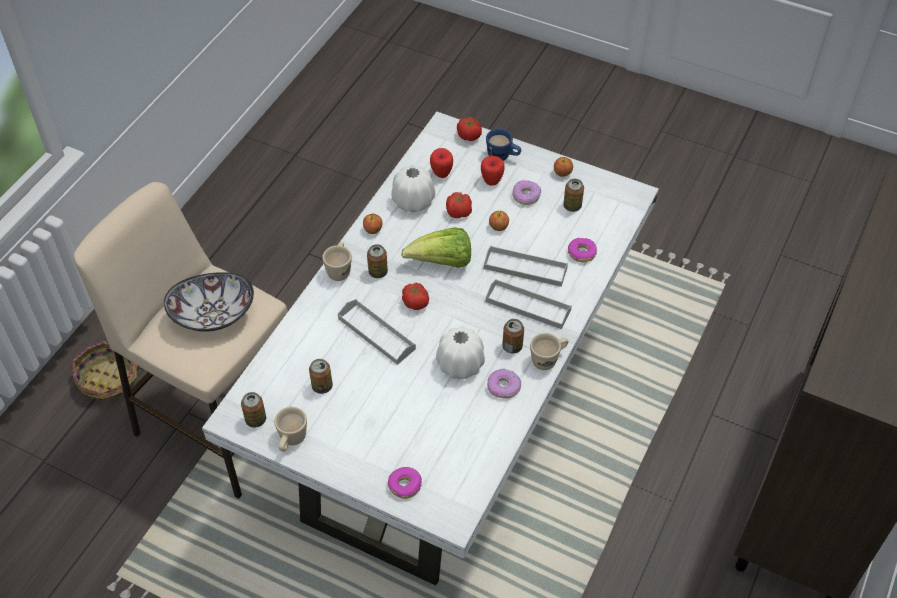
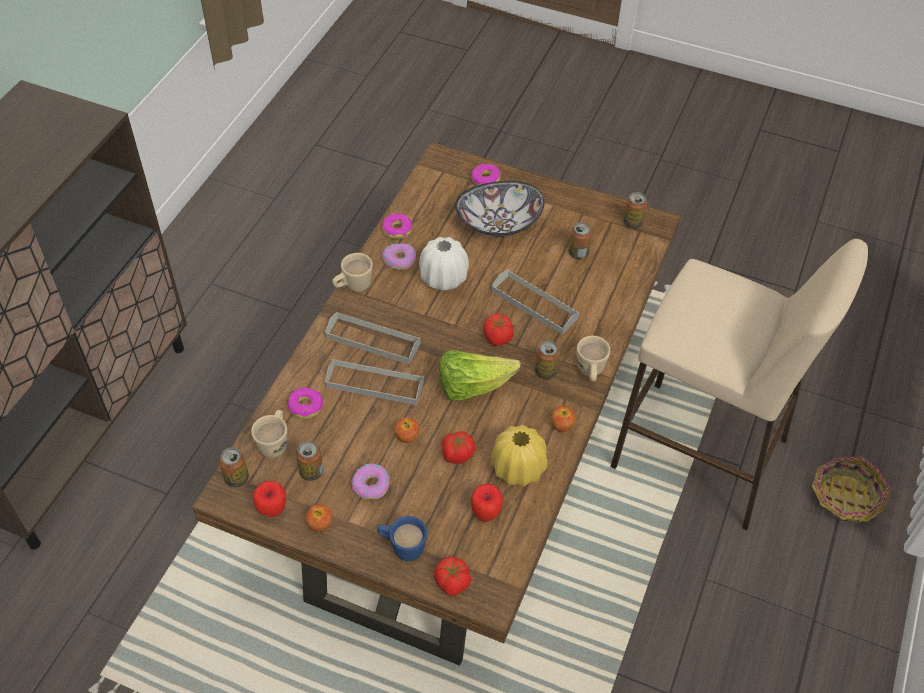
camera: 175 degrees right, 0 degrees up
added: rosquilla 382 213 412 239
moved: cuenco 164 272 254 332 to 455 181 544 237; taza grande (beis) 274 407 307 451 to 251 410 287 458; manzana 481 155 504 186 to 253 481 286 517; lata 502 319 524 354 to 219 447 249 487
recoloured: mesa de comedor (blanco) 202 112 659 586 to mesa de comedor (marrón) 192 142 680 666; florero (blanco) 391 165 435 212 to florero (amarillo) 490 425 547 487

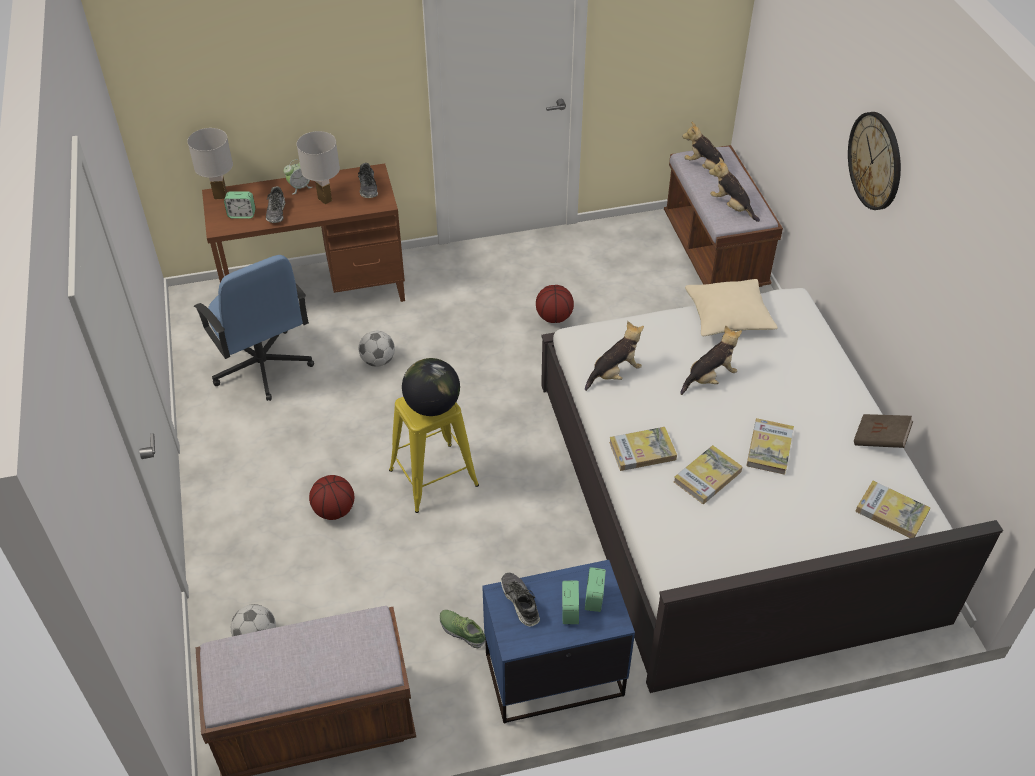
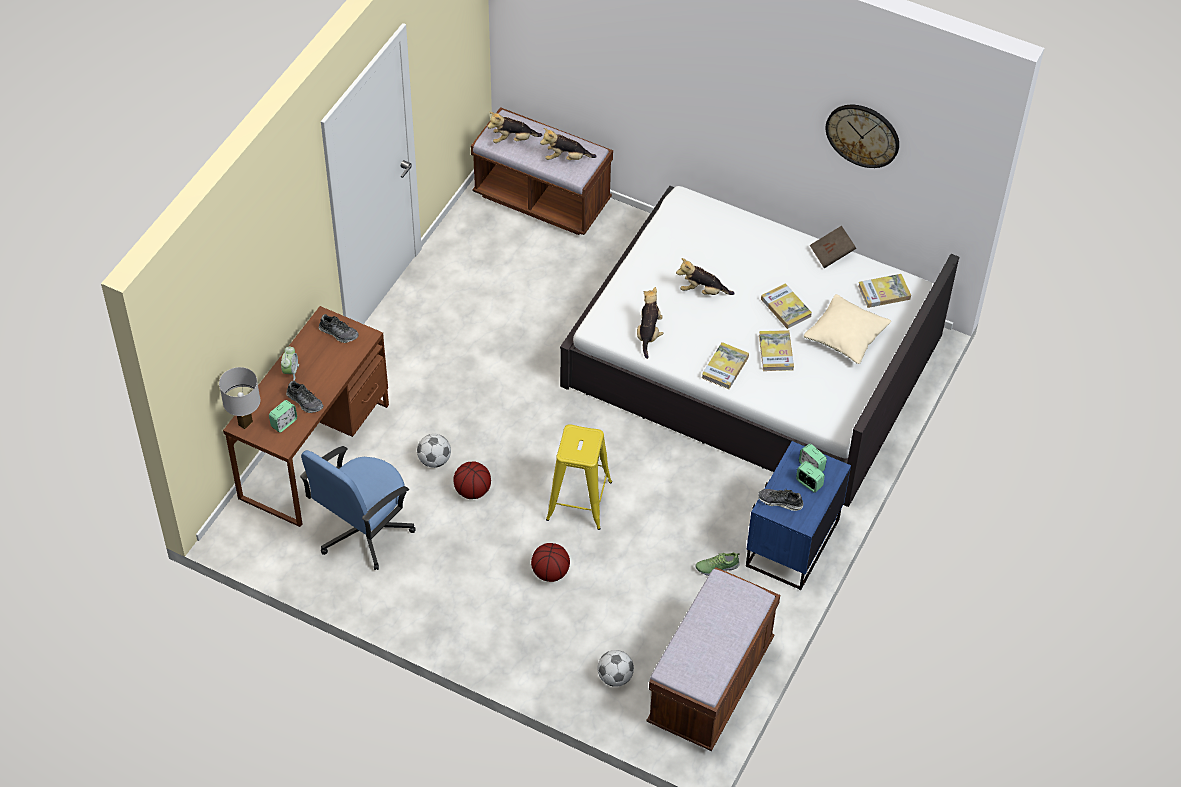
camera: 50 degrees left, 5 degrees up
removed: lámpara de mesa (blanco) 297 131 340 204; globo terráqueo 402 358 460 416
moved: balón de baloncesto 536 285 574 323 to 453 461 491 499; cojín (beis) 685 279 778 336 to 804 294 891 364; reloj de pared 848 112 901 210 to 826 105 899 168
turned: silla de oficina (azul) 194 255 314 401 = 300 446 416 570 120 degrees clockwise; peluche 680 325 742 395 = 676 258 735 295 90 degrees counterclockwise

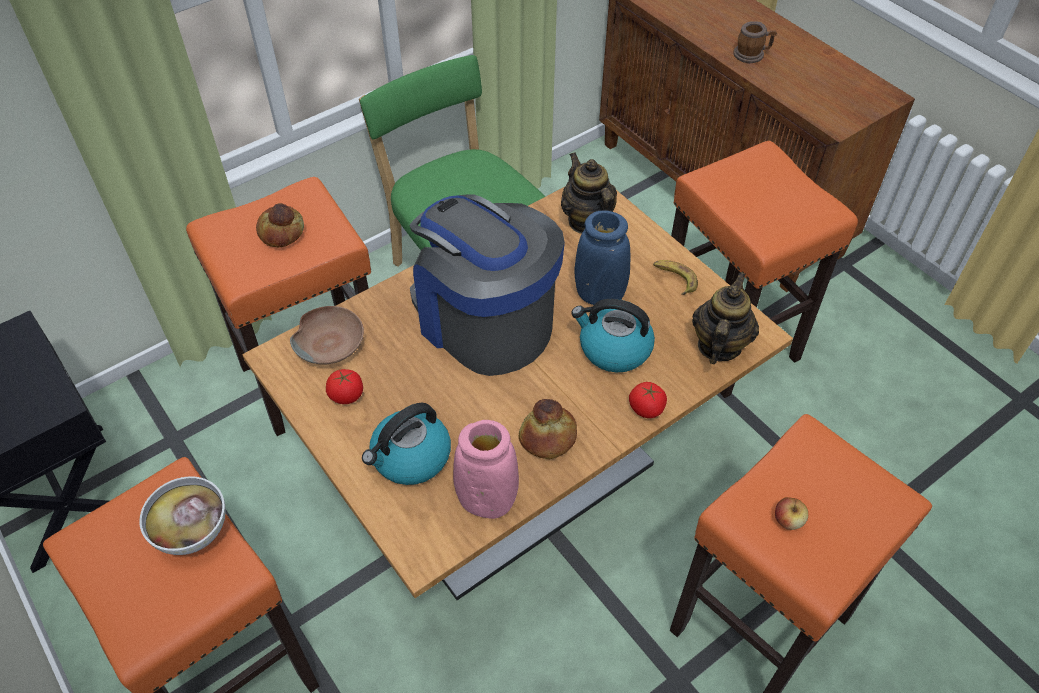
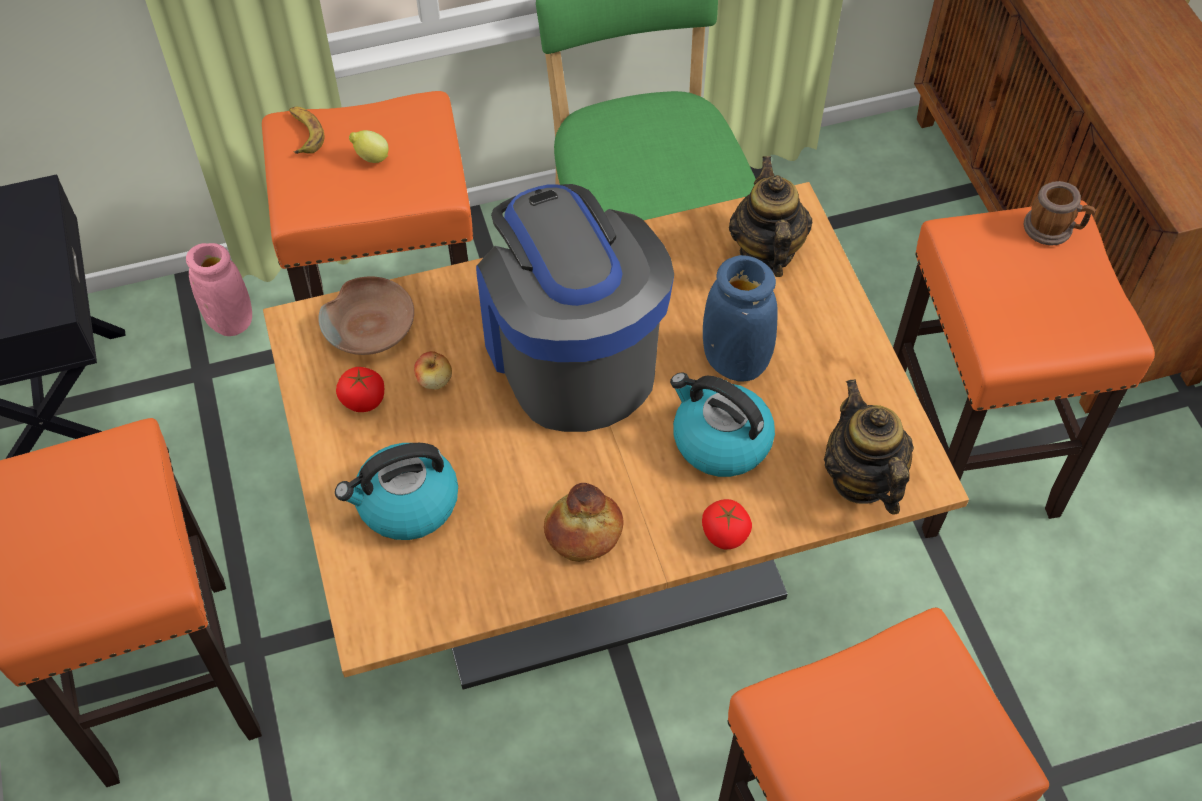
camera: 20 degrees right, 5 degrees up
removed: cuenco 139 476 226 555
moved: florero (rosa) 453 420 519 519 to 186 243 252 336; plátano 653 260 698 295 to 289 107 325 154; taza grande 733 21 777 63 to 1024 181 1096 245; manzana 775 497 808 530 to 414 351 452 390
replaced: pan 256 203 304 247 to limón 349 130 389 163
turned: tetera 692 272 759 364 = 824 380 914 515 60 degrees counterclockwise

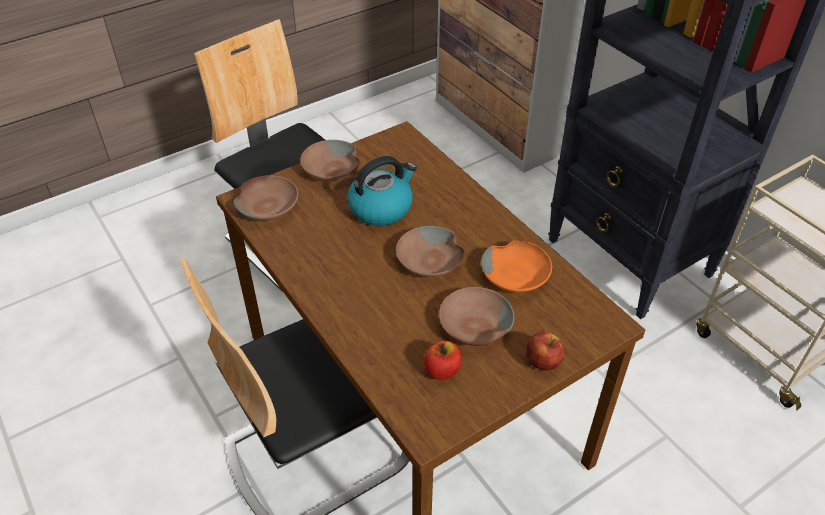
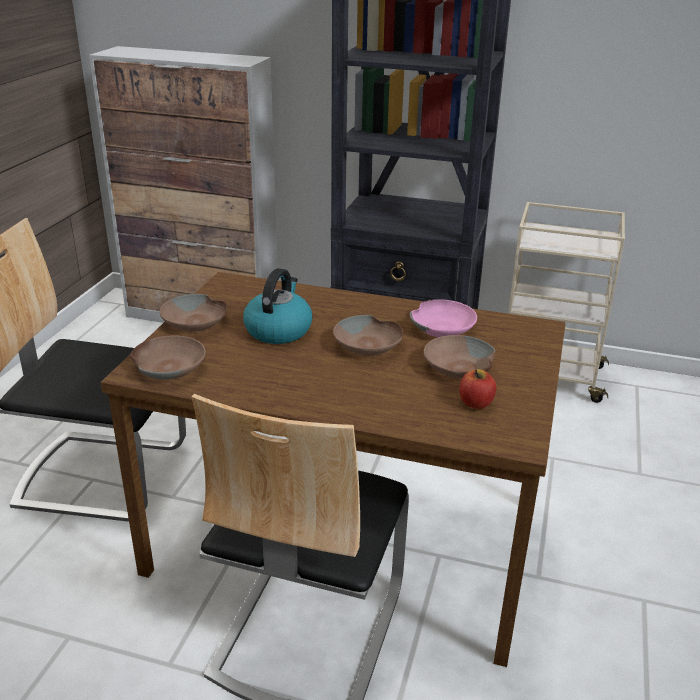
camera: 40 degrees left, 15 degrees down
removed: manzana 526 331 565 371
recoloured: cuenco (naranja) 481 240 552 292 to cuenco (rosa) 409 299 477 337

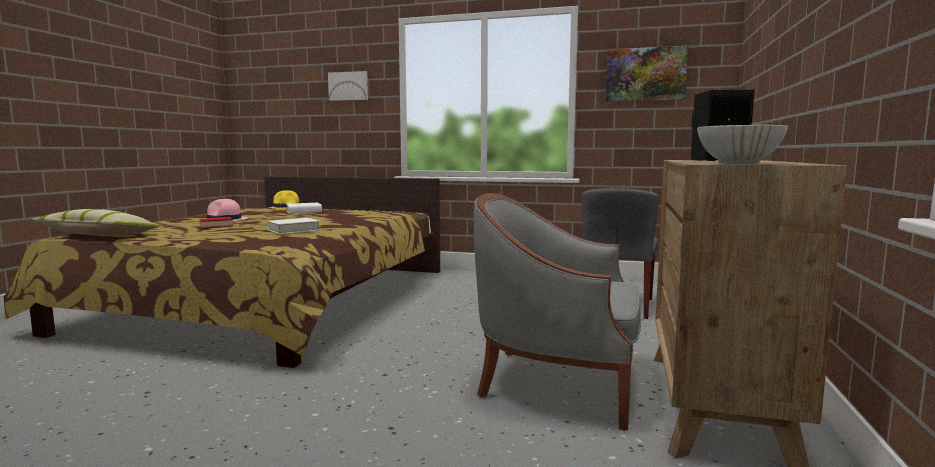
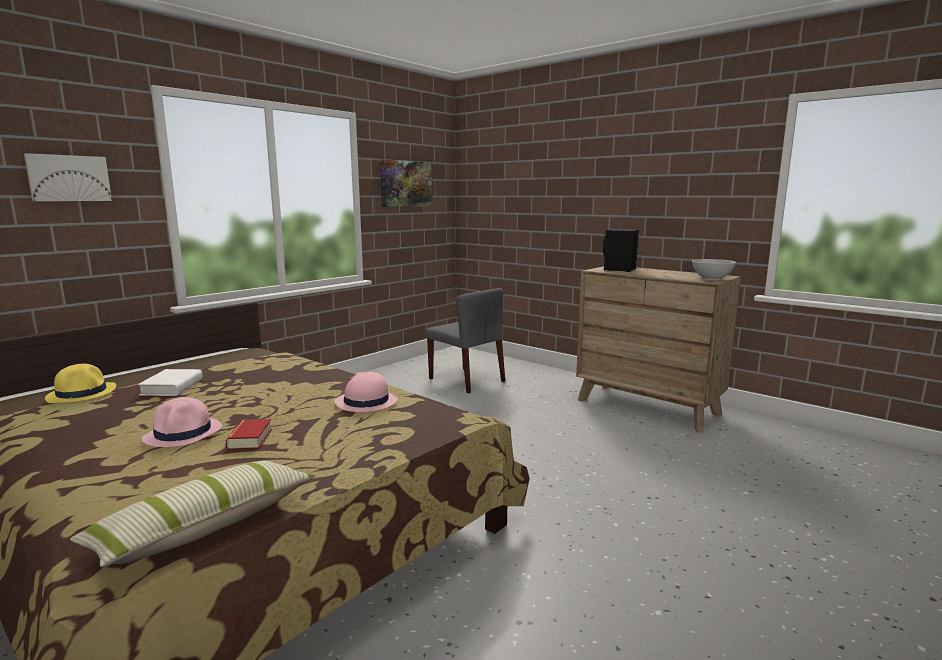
camera: 65 degrees left, 5 degrees up
removed: sillón (gris) 474 193 641 431
replaced: libro (blanco) 267 218 320 234 to sombrero (rosa) 334 372 397 412

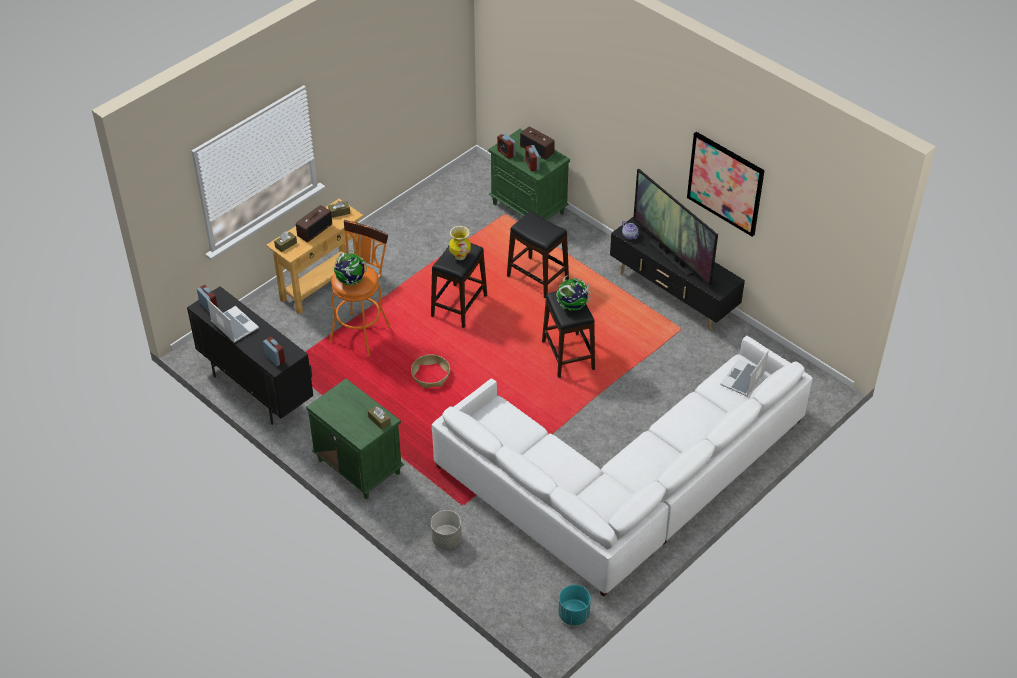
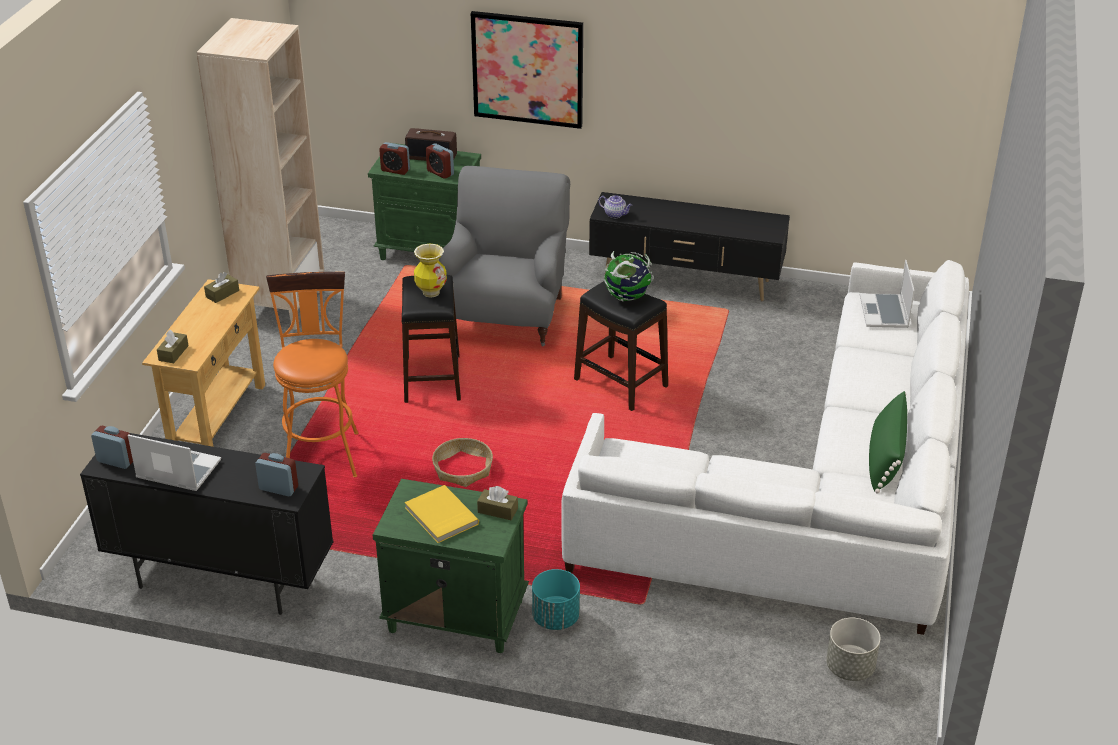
camera: 30 degrees left, 10 degrees down
removed: radio 296 205 332 242; globo terráqueo 334 250 367 285; televisor 633 168 718 285
added: estantería (beis) 196 18 324 330; libro (amarillo) 405 485 479 543; cojín (verde) 869 391 907 494
moved: maceta (gris) 431 510 462 549 to 826 618 880 681; maceta (turquesa) 558 585 591 625 to 532 569 580 630; cuadro 687 132 765 237 to 471 11 583 129
replaced: taburete (negro) 507 211 569 299 to sillón (gris) 439 166 570 346

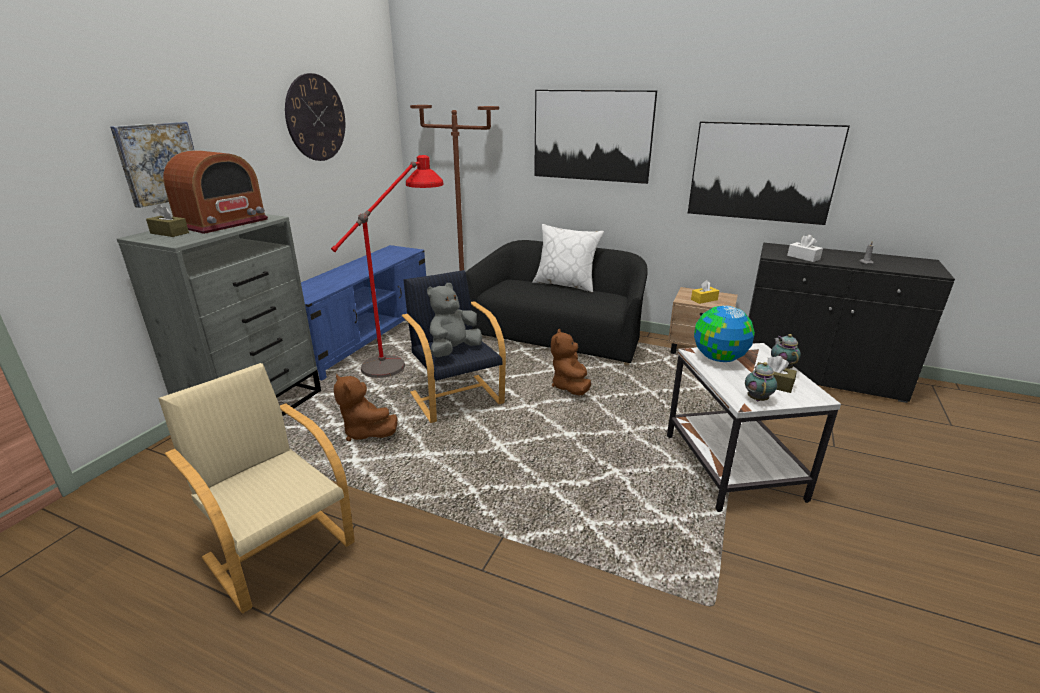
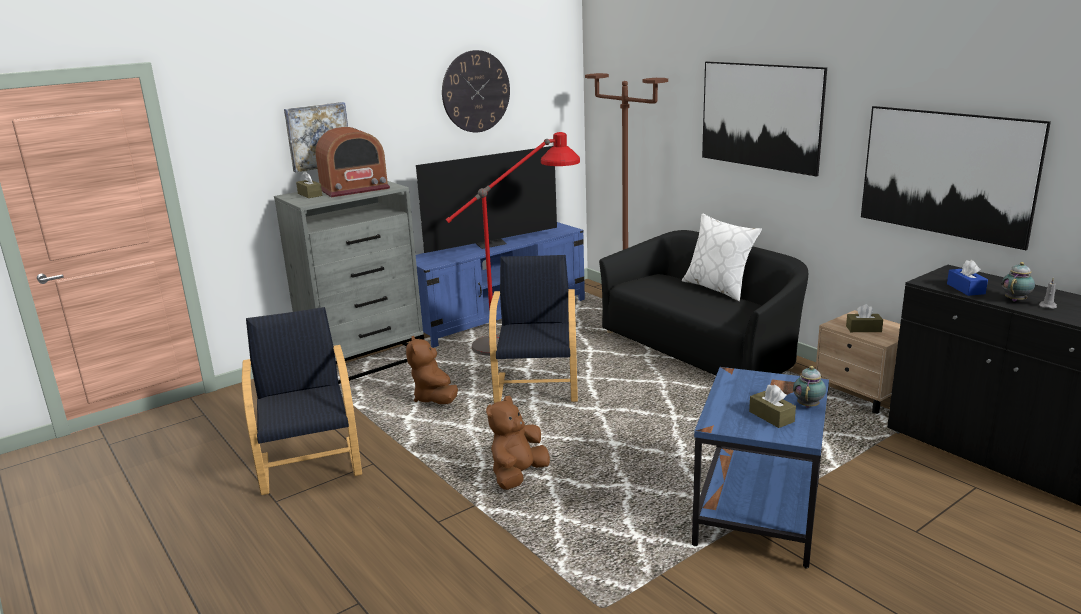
camera: 30 degrees right, 5 degrees down
removed: peluche (gris) 427 283 482 357; globo terráqueo 694 306 755 362
added: televisor 416 146 557 253
moved: peluche (marrón) 551 329 591 395 to 486 396 550 490; tetera 745 362 777 401 to 1002 262 1035 302
recoloured: sillón (beis) 158 363 355 613 to sillón (negro) 242 307 362 495; mesa auxiliar (blanco) 667 343 841 512 to mesa auxiliar (azul) 692 367 829 569; caja de pañuelos (amarillo) 691 280 719 304 to caja de pañuelos (marrón) 846 304 883 332; caja de pañuelos (blanco) 787 235 823 262 to caja de pañuelos (azul) 947 260 988 296

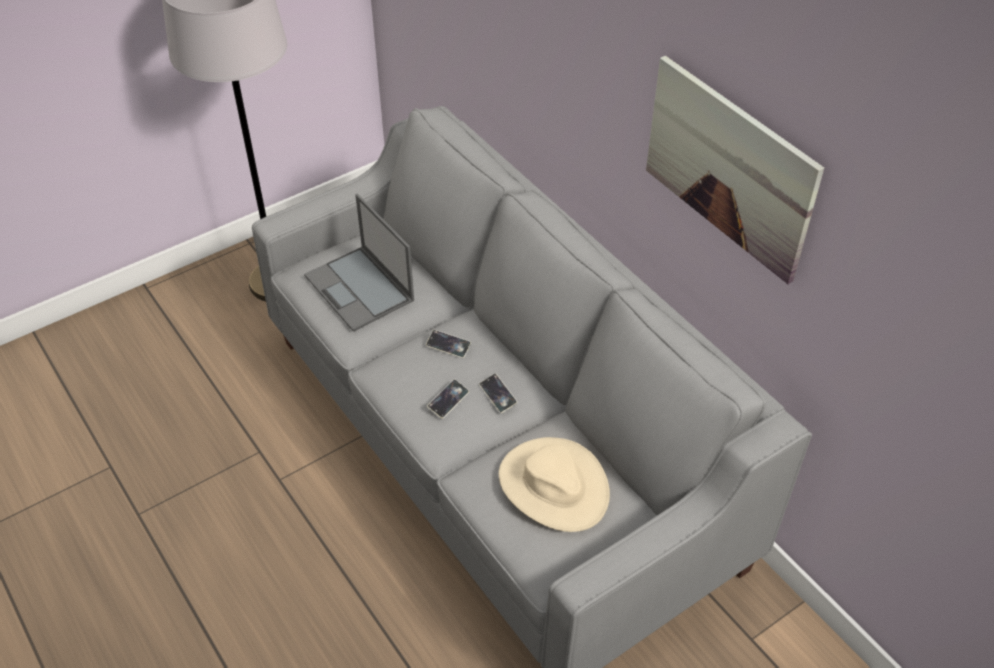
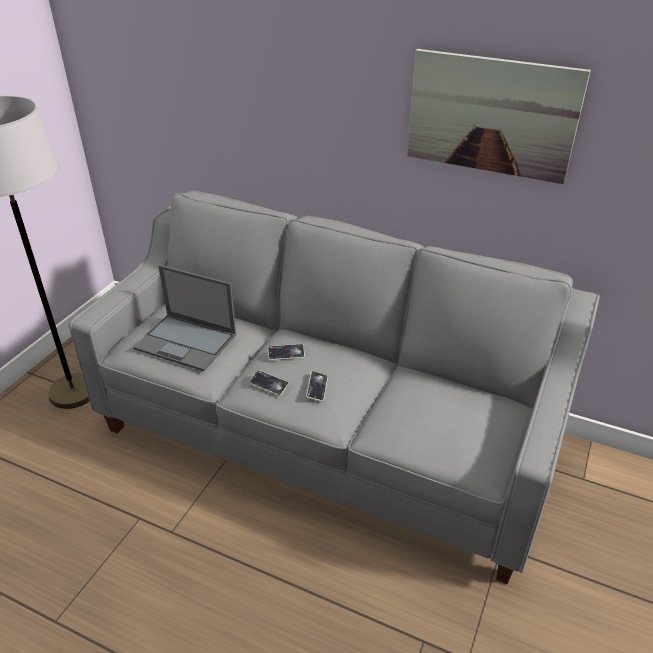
camera: 30 degrees left, 10 degrees down
removed: sombrero (beis) 499 437 610 532
moved: móvil 479 374 517 413 to 249 370 289 396

